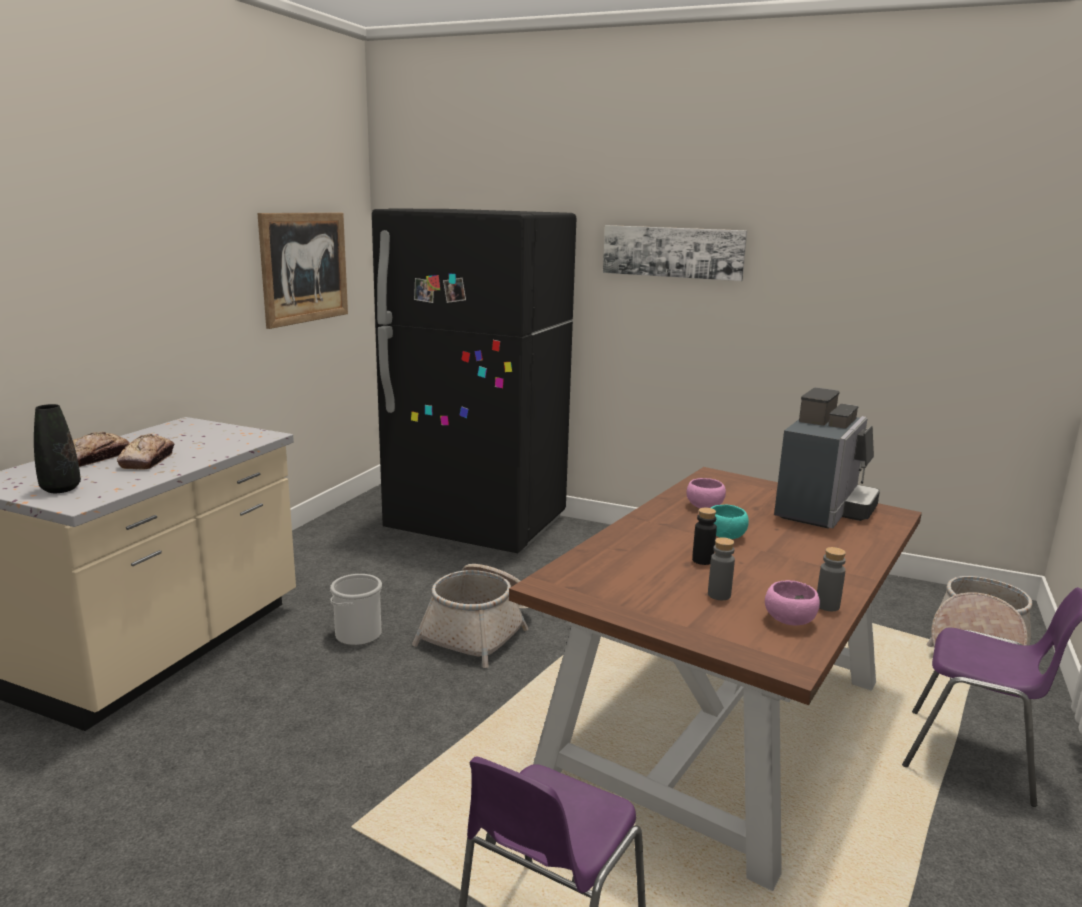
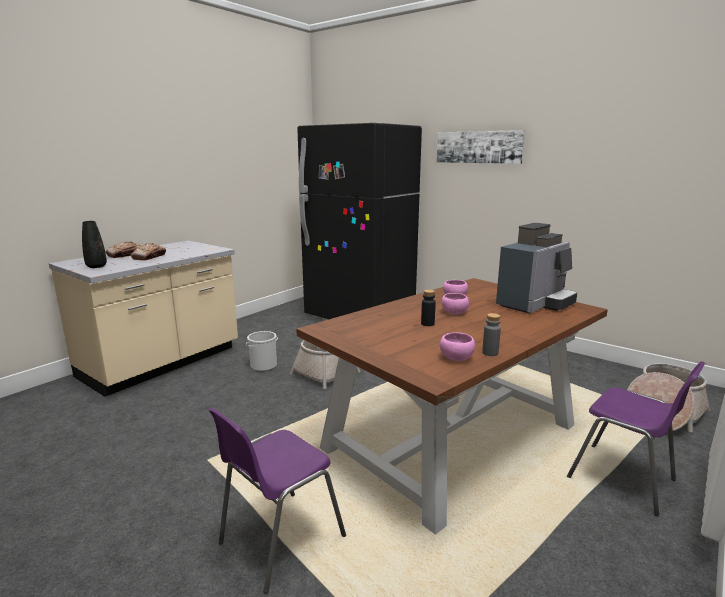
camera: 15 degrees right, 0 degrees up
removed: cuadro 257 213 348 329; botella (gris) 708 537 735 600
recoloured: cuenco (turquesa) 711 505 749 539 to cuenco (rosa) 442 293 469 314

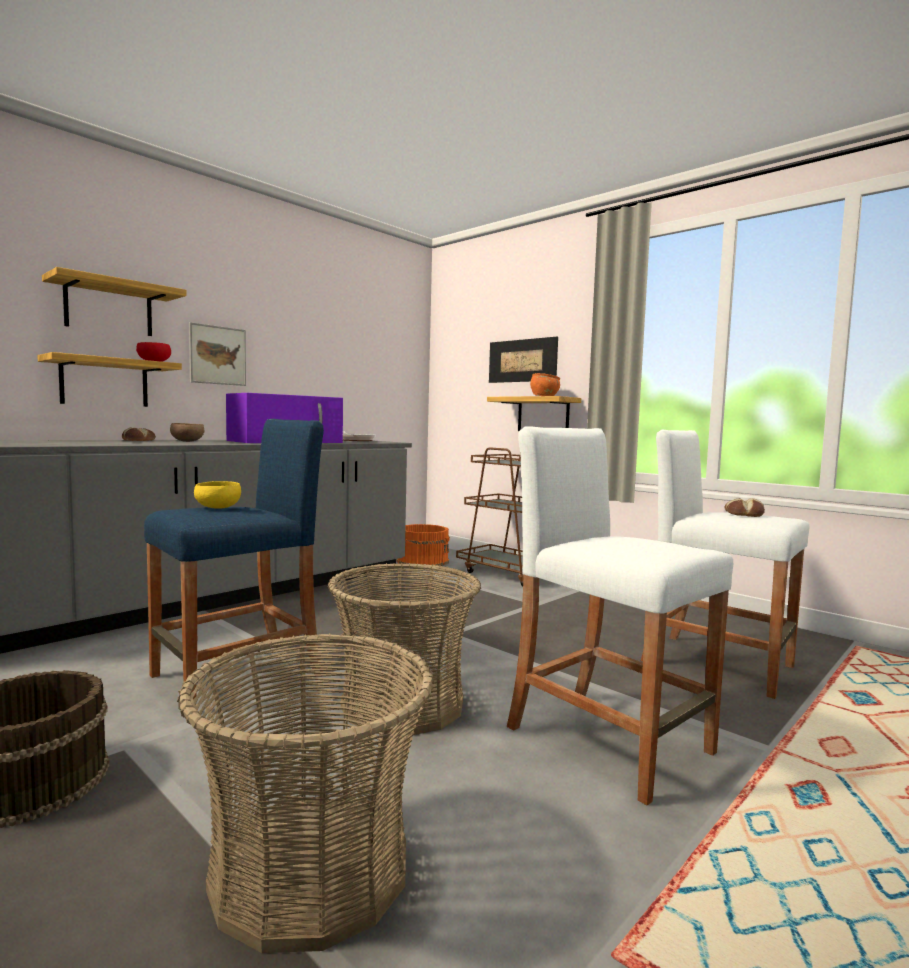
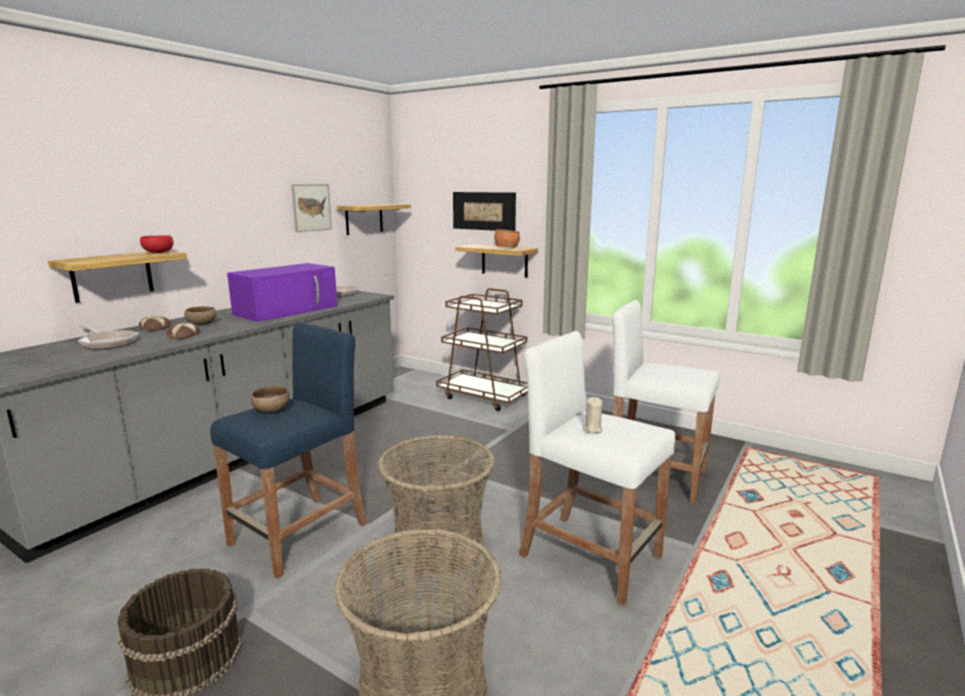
camera: 10 degrees left, 10 degrees up
removed: cubo (naranja) 396 524 450 566
added: sartén 77 325 138 349; vela (beis) 583 397 602 433
moved: estante 42 267 187 336 to 337 204 411 235; cuadro 189 322 246 386 to 291 184 332 232; pan 724 498 765 517 to 167 323 200 339
recoloured: cuenco (amarillo) 194 481 241 509 to cuenco (marrón) 251 386 290 413

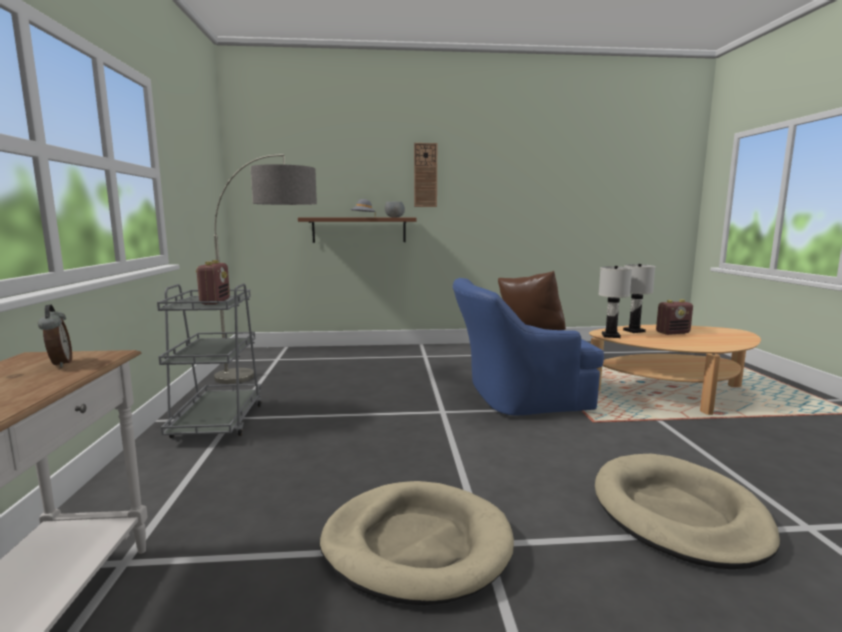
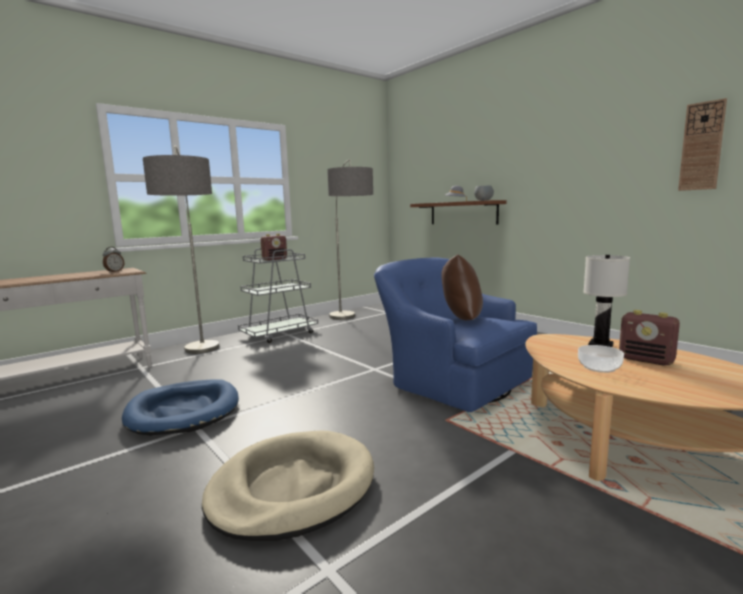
camera: 55 degrees right, 0 degrees up
removed: lámpara de mesa (blanco) 598 266 632 338
added: lámpara de pie 143 146 220 354; cuenco 578 345 624 373
moved: reloj de pared 414 143 437 207 to 678 98 727 191
recoloured: cama para perro (beis) 320 481 514 605 to cama para perro (azul) 122 379 239 436

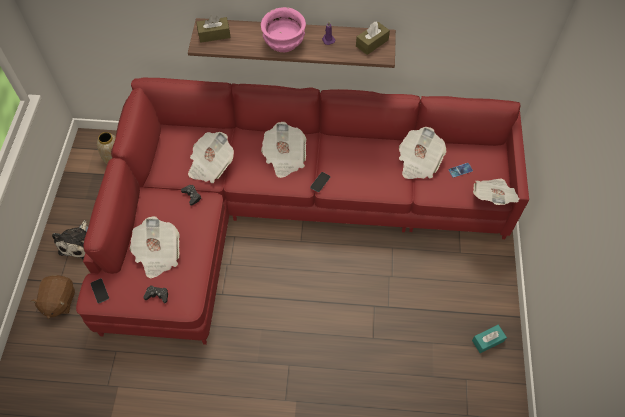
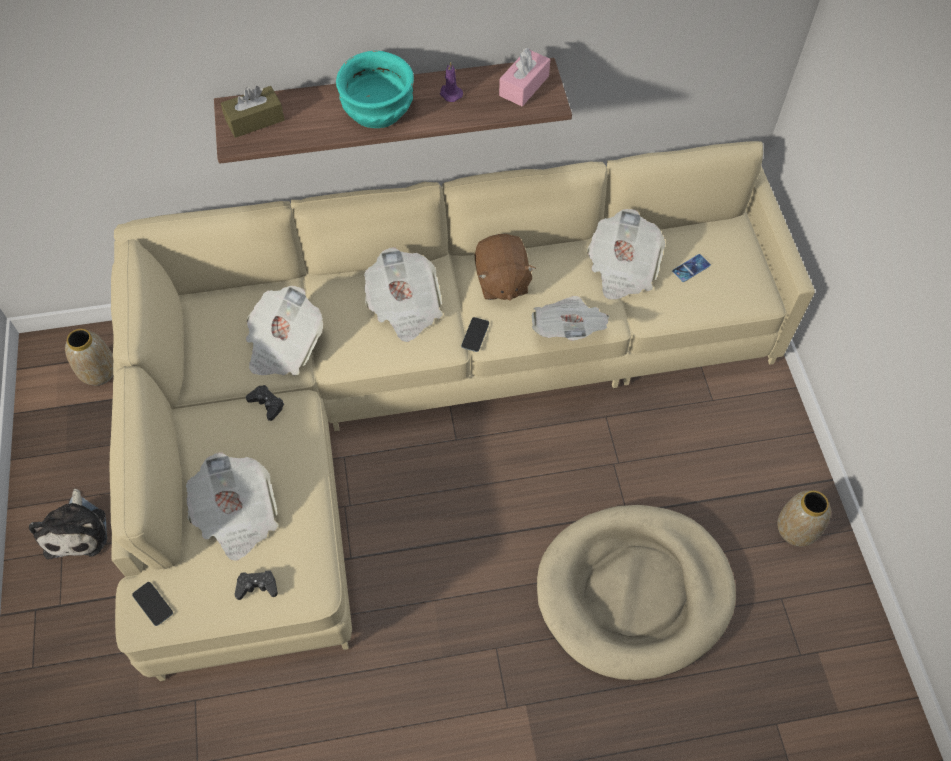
camera: 15 degrees left, 0 degrees up
added: cama para perro (beis) 537 505 736 680
moved: peluche (marrón) 31 275 75 319 to 475 234 536 301; periódico 473 178 520 205 to 532 296 609 341
replaced: caja de pañuelos (turquesa) 472 325 507 353 to florero 777 491 831 546
recoloured: sofá (rojo) 76 78 529 345 to sofá (beis) 110 141 815 681; cuenco (rosa) 261 7 306 52 to cuenco (turquesa) 336 51 414 128; caja de pañuelos (marrón) 356 21 390 55 to caja de pañuelos (rosa) 499 48 550 106

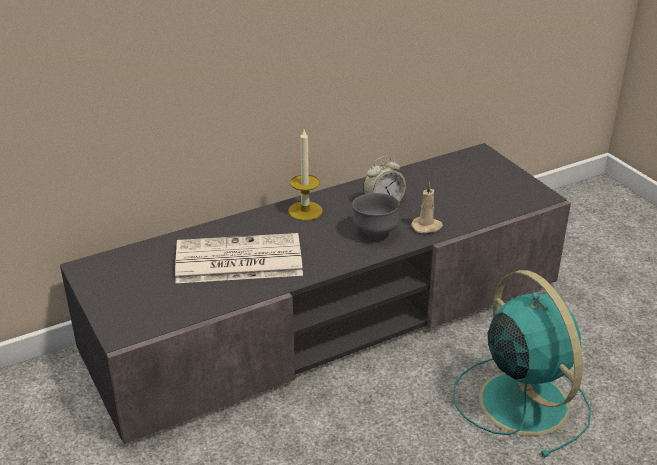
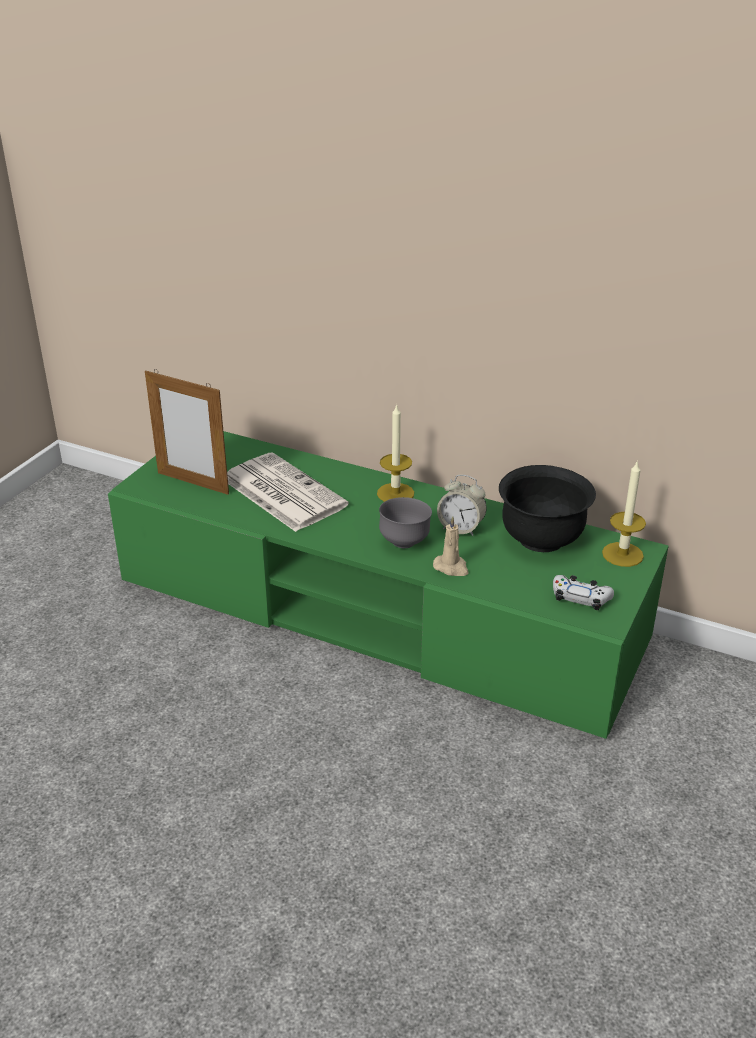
camera: 55 degrees right, 0 degrees up
removed: ventilador (turquesa) 453 270 591 458
added: portarretratos 145 369 229 495; cuenco (negro) 499 465 596 552; mando de consola (blanco) 553 575 614 610; vela 602 460 646 567
recoloured: mueble de televisión (gris) 60 143 571 444 to mueble de televisión (verde) 108 431 669 739

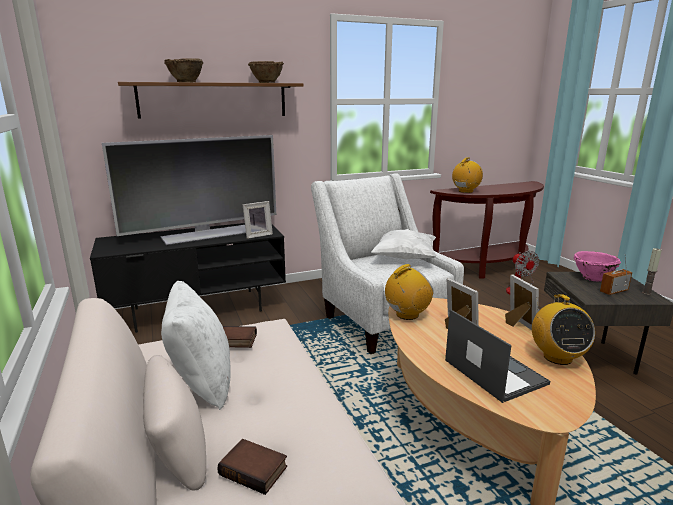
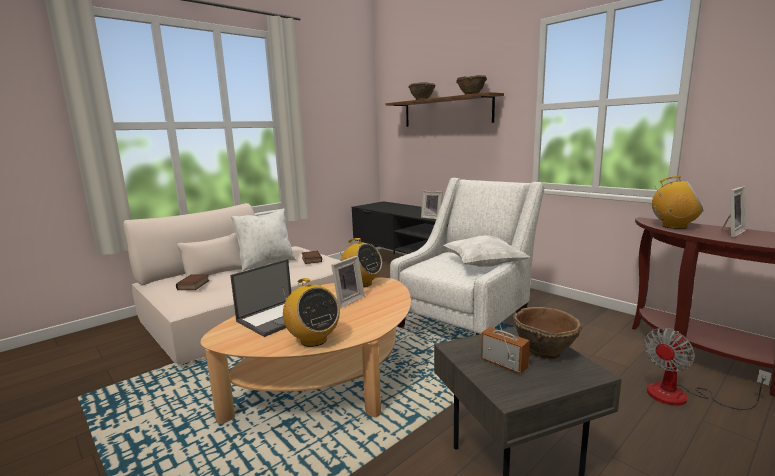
camera: 70 degrees right, 5 degrees down
removed: televisor 102 135 276 245; vela 642 248 662 295
moved: portarretratos 505 274 539 330 to 721 186 746 237
recoloured: cuenco (rosa) 574 251 621 282 to cuenco (marrón) 512 307 582 360
turned: radio 532 295 595 365 = 283 278 340 347 105 degrees counterclockwise

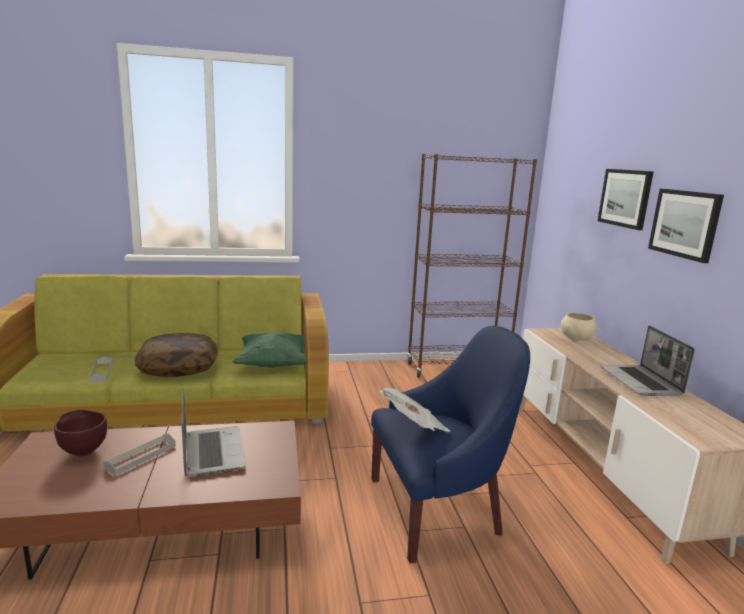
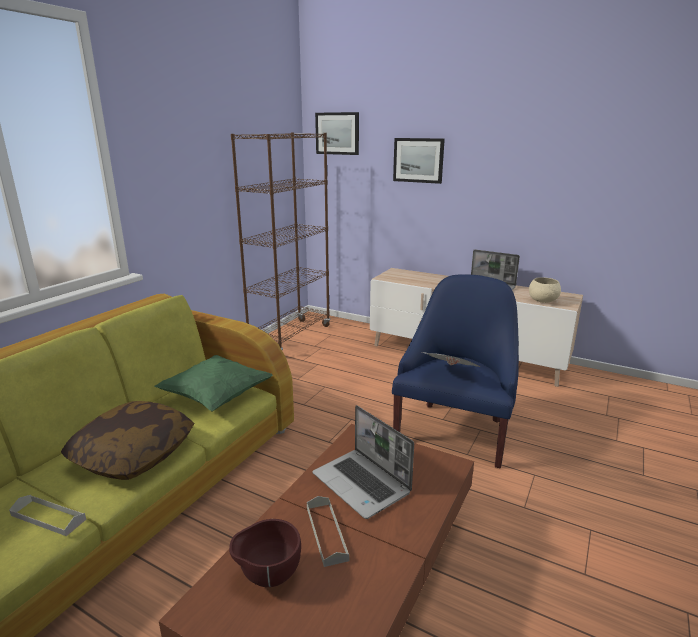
camera: 50 degrees left, 5 degrees up
moved: cuenco (beis) 561 313 597 340 to 529 277 561 303; cuadro 648 189 724 263 to 315 112 359 155
turned: portátil 181 387 246 477 = 312 405 414 519 150 degrees counterclockwise

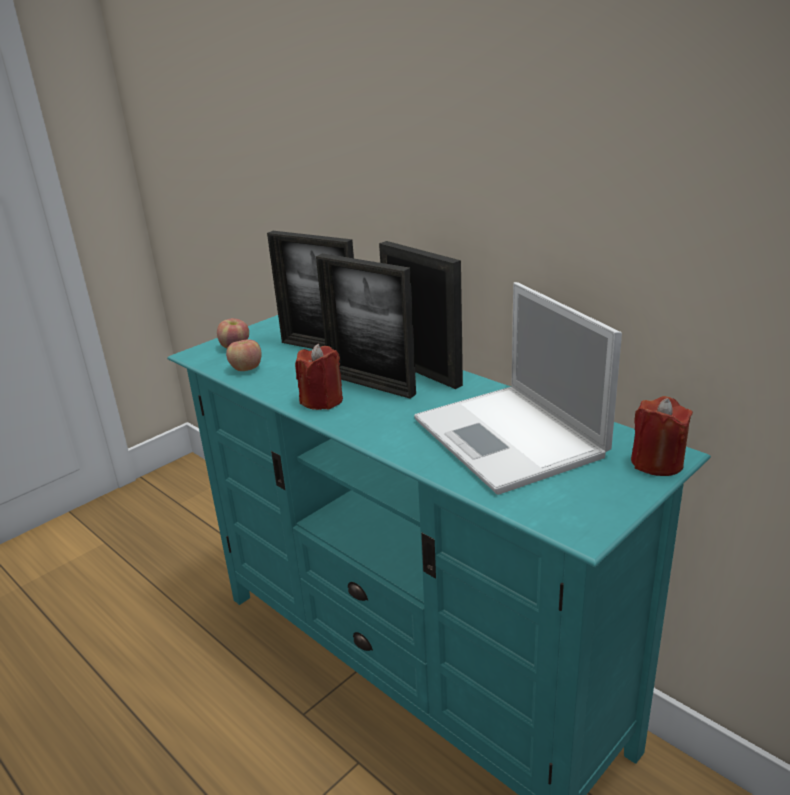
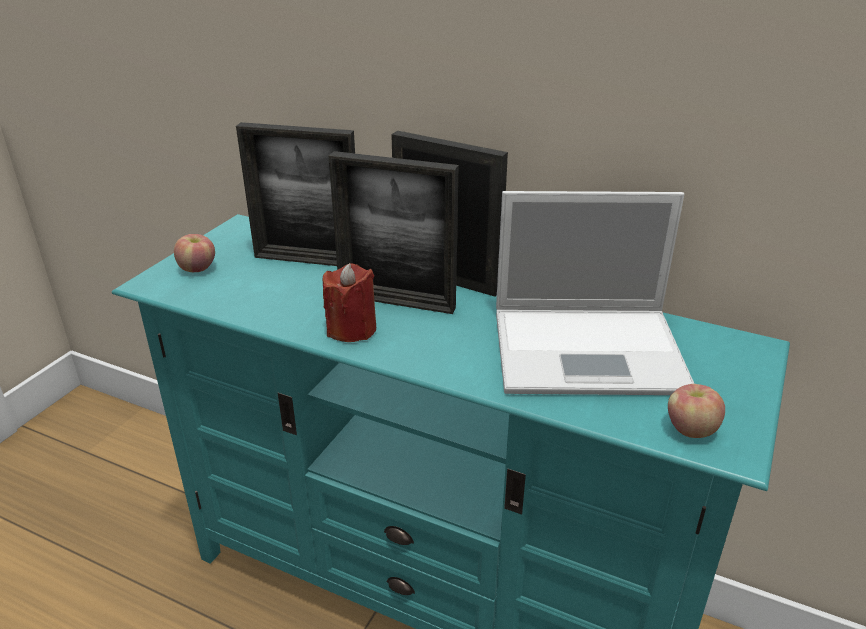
camera: 20 degrees left, 5 degrees up
removed: vela (rojo) 631 396 693 476
moved: manzana 226 339 262 371 to 668 384 725 438
turned: portátil 414 282 622 495 = 496 191 694 395 45 degrees counterclockwise

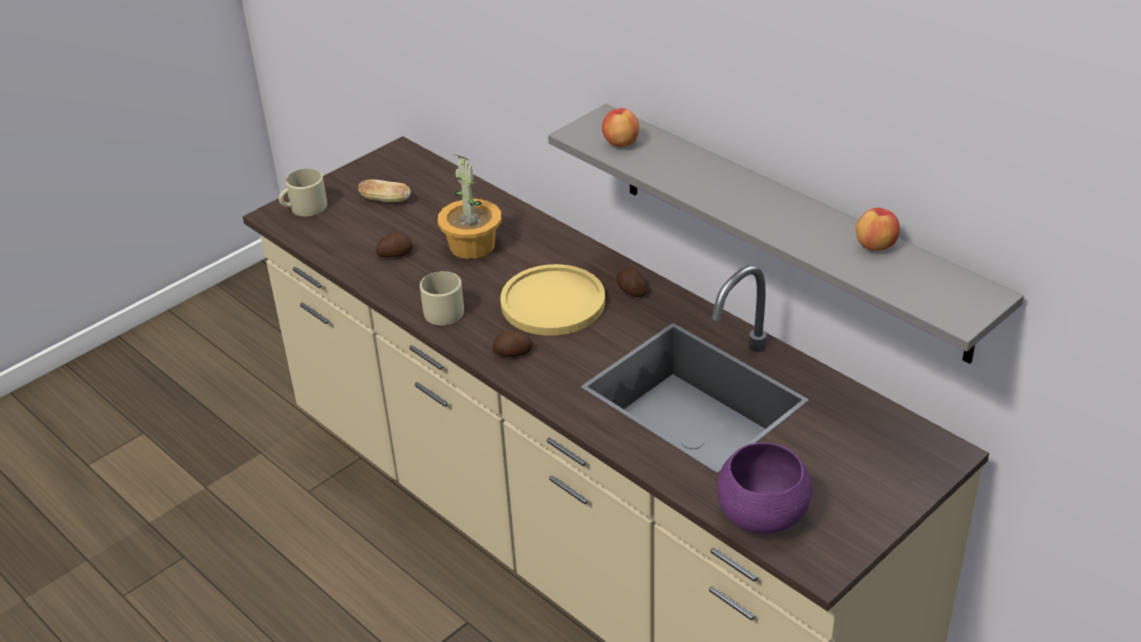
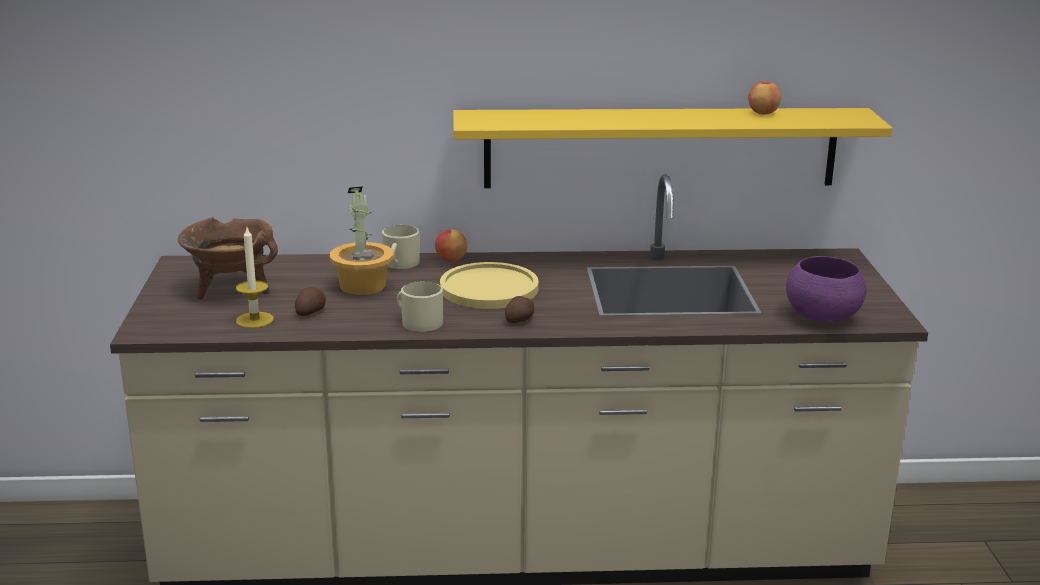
camera: 50 degrees left, 15 degrees down
removed: patata 617 267 647 297
added: vela 236 228 274 328
moved: taza grande (beis) 279 169 327 216 to 382 225 420 269; manzana 602 107 639 147 to 435 228 467 261
replaced: pan 358 179 410 202 to olla (marrón) 178 217 278 299
recoloured: estante (gris) 548 104 1024 364 to estante (amarillo) 453 108 893 188

